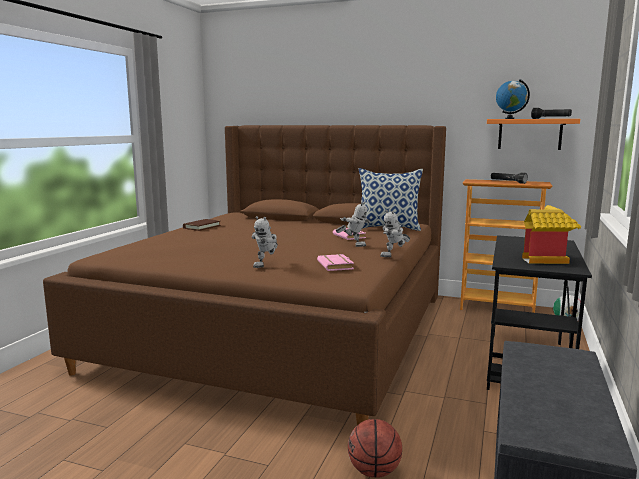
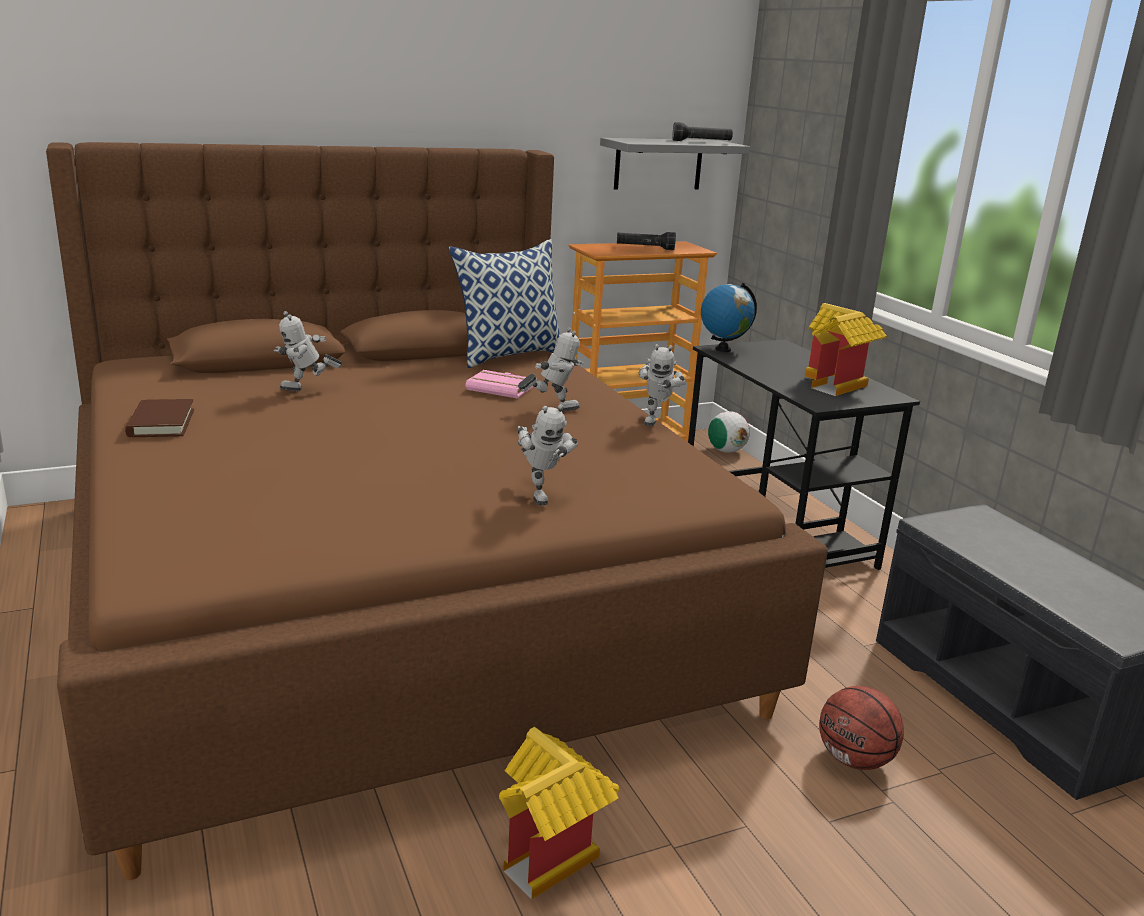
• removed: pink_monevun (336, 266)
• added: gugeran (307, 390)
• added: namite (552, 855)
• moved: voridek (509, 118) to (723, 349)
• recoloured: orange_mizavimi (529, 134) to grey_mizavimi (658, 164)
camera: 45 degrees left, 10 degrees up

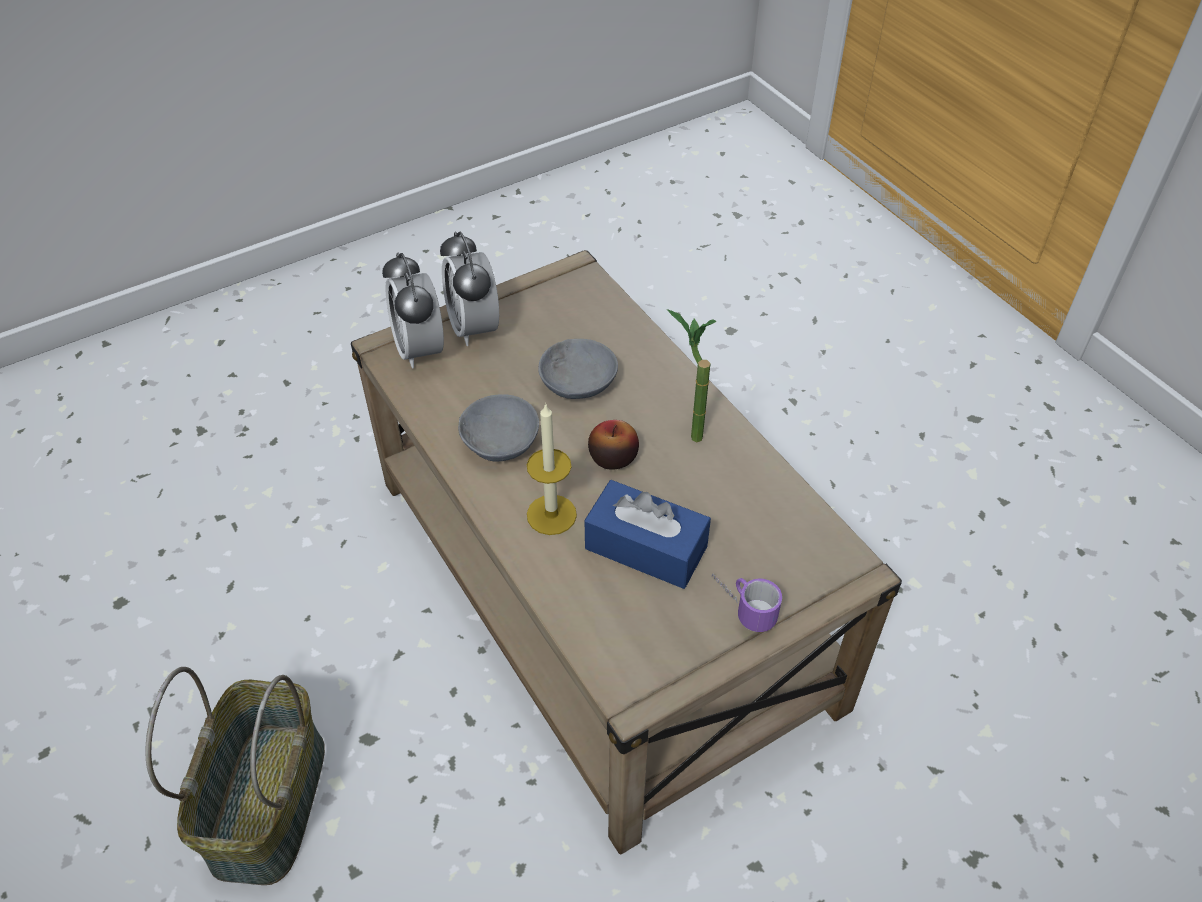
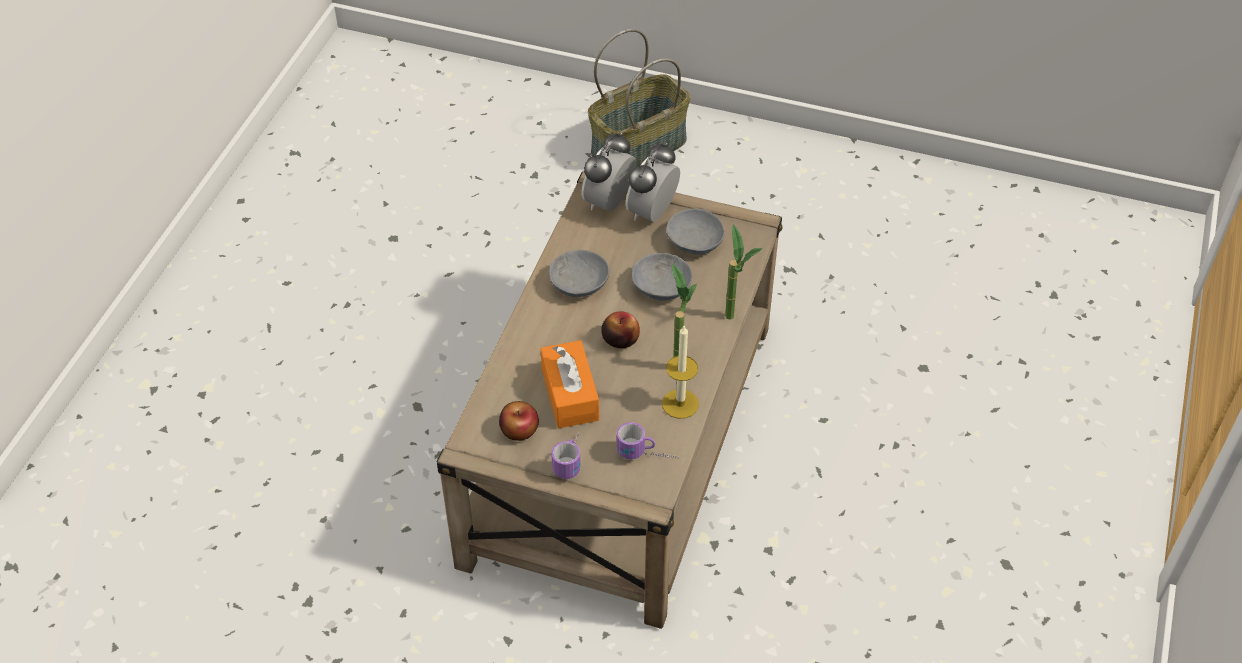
• added: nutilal (519, 430)
• added: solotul (647, 456)
• added: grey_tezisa (696, 242)
• added: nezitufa (735, 321)
• moved: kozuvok (266, 801) to (638, 145)
• moved: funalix (551, 514) to (680, 404)
• recoloured: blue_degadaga (646, 547) to orange_degadaga (570, 394)
camera: 50 degrees right, 0 degrees up

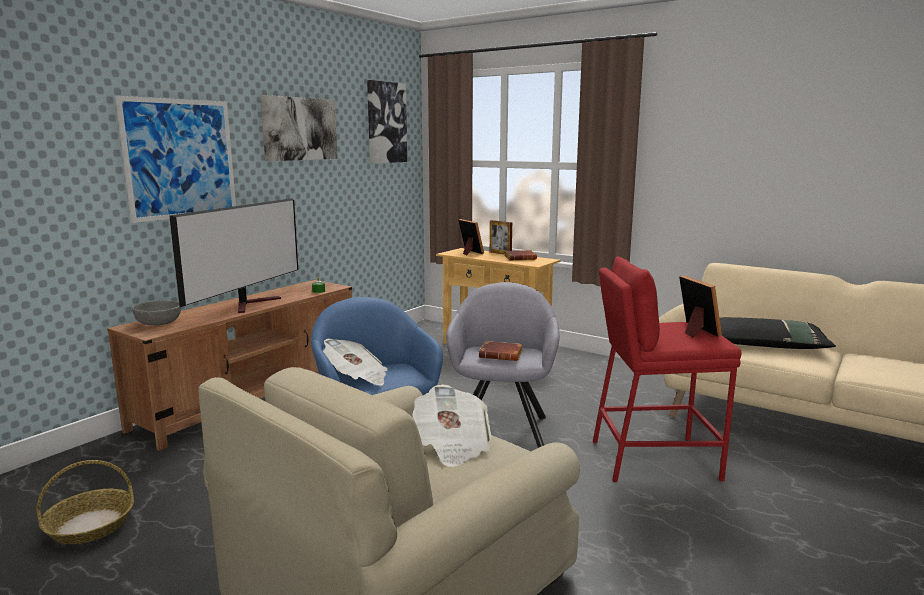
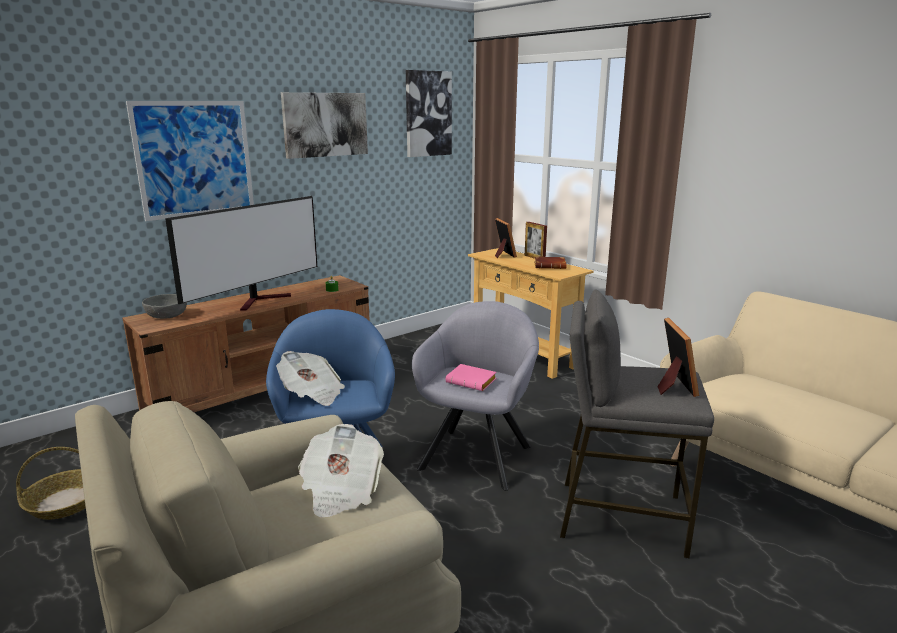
• removed: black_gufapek (763, 345)
• recoloured: brown_monevun (502, 355) to pink_monevun (472, 381)
• recoloured: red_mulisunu (653, 459) to grey_mulisunu (620, 516)
camera: 15 degrees right, 5 degrees up

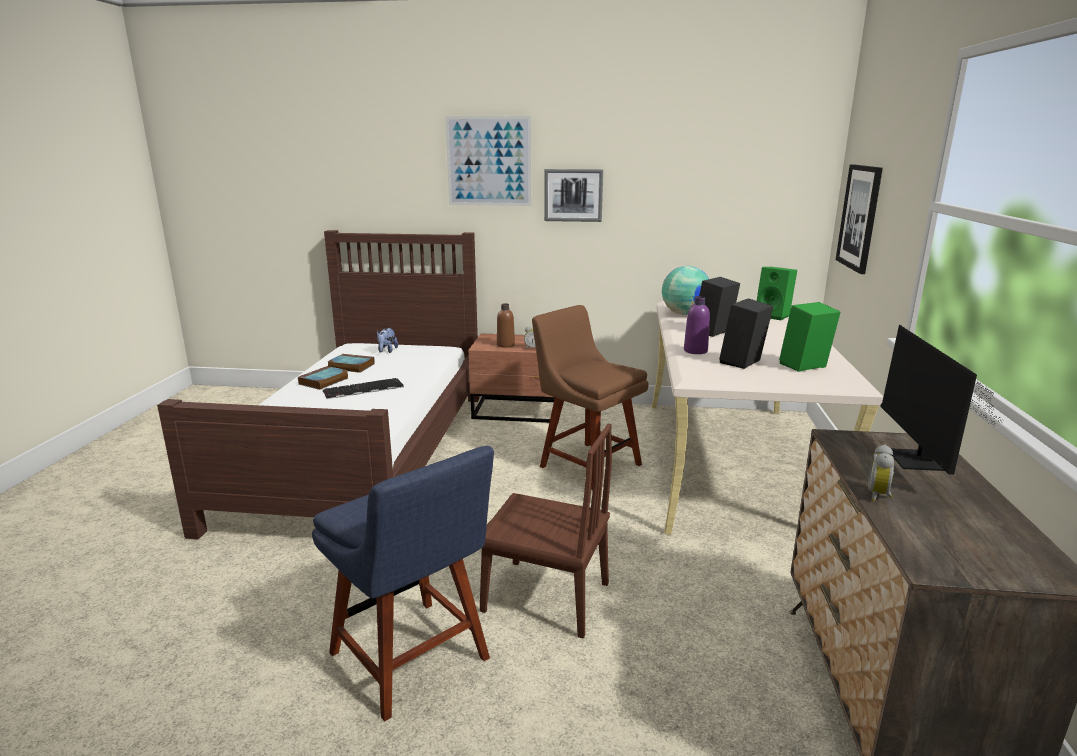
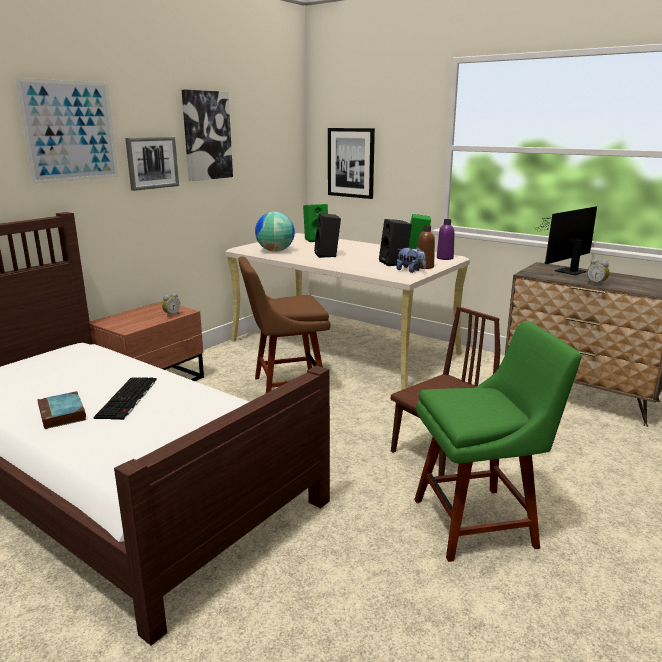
• removed: monevun (350, 366)
• added: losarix (206, 135)
• moved: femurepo (387, 351) to (410, 271)
• moved: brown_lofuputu (505, 345) to (425, 267)
• moved: purple_lofuputu (695, 351) to (445, 258)
• recoloured: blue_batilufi (413, 660) to green_batilufi (480, 521)
• turned: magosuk (918, 463) = (567, 272) 105 degrees clockwise
camera: 60 degrees left, 0 degrees up

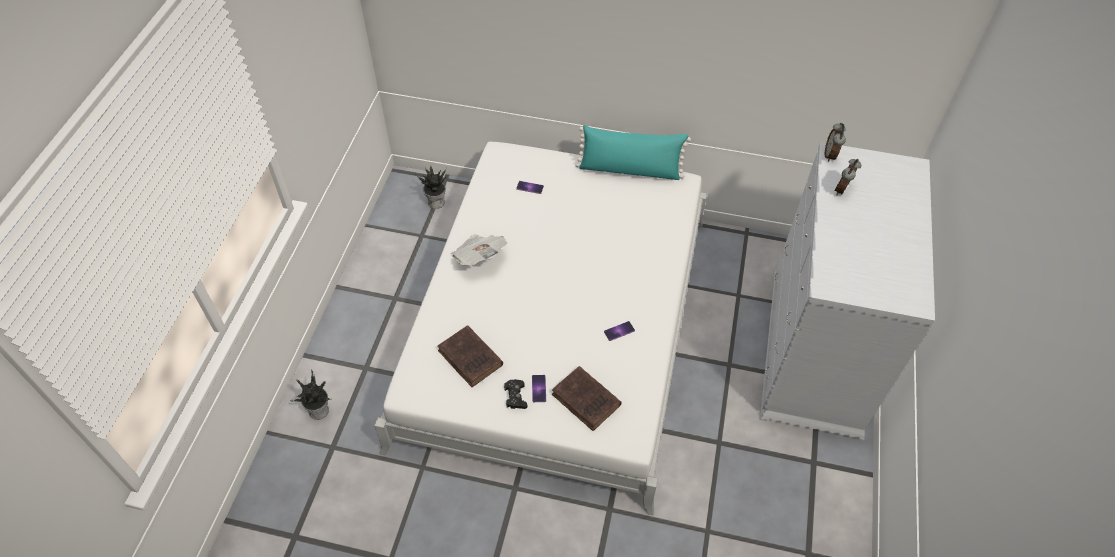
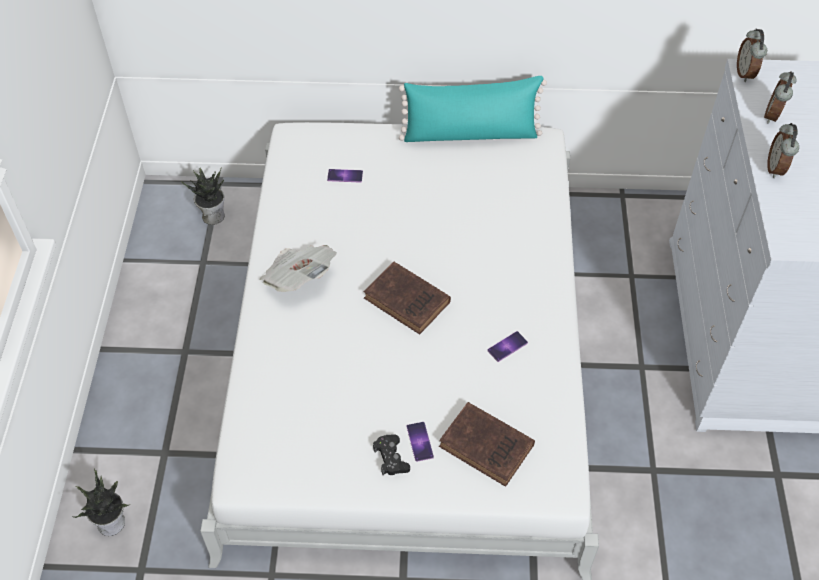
• added: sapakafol (776, 168)
• moved: brown_monevun (471, 359) to (408, 301)
camera: 10 degrees left, 0 degrees up

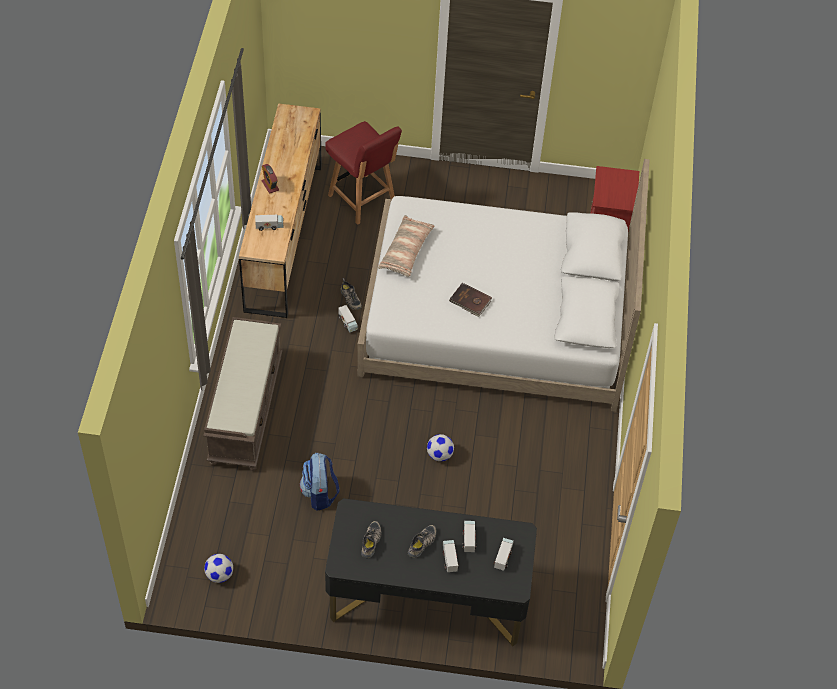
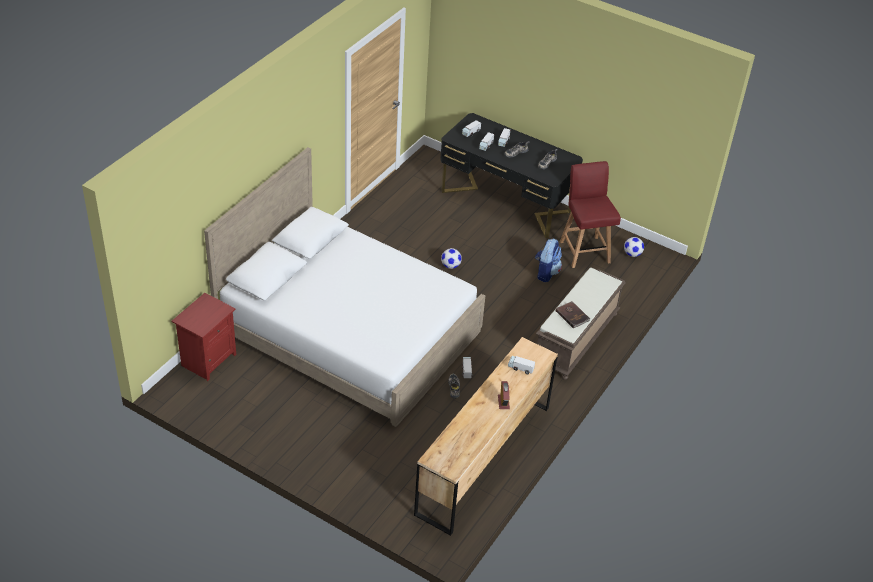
• removed: gufapek (406, 251)
• moved: red_batilufi (362, 200) to (584, 251)
• moved: brown_monevun (470, 301) to (572, 315)
camera: 155 degrees left, 10 degrees down

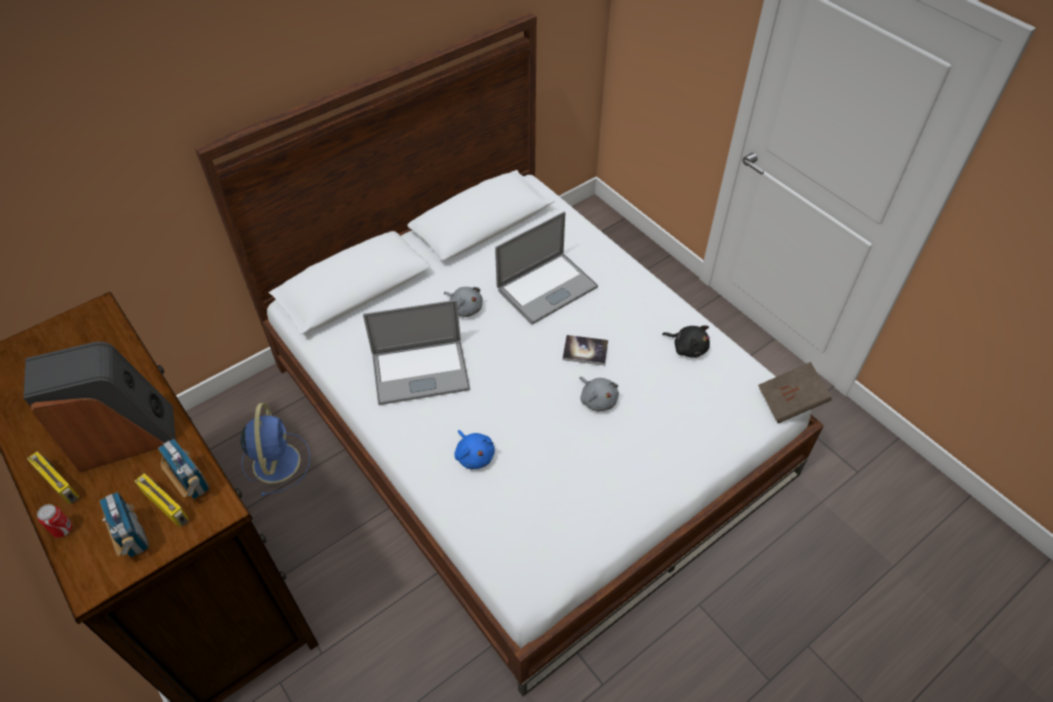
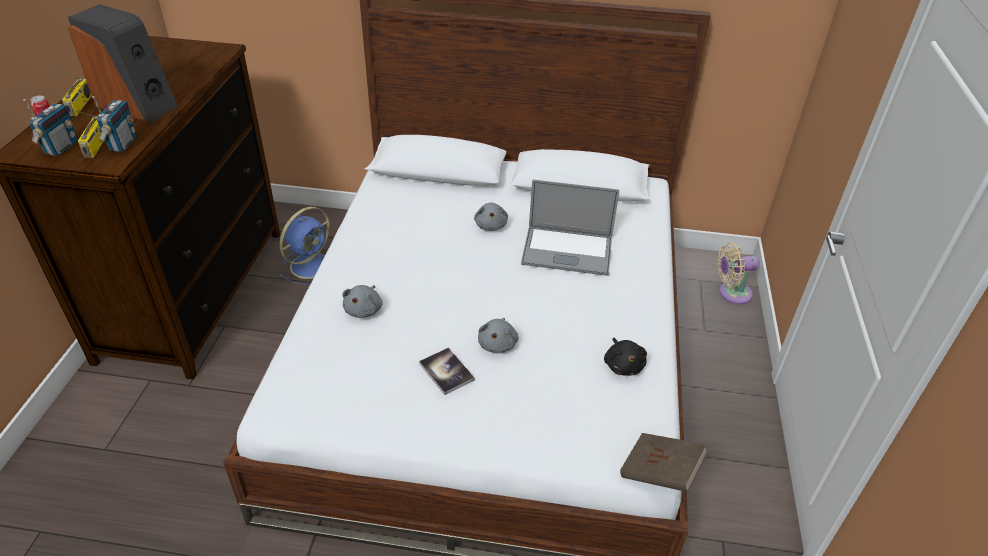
• removed: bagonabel (420, 372)
• added: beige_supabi (731, 293)
• moved: monevun (585, 351) to (446, 372)
• recoloured: blue_femurepo (474, 455) to grey_femurepo (364, 309)
camera: 45 degrees right, 10 degrees down

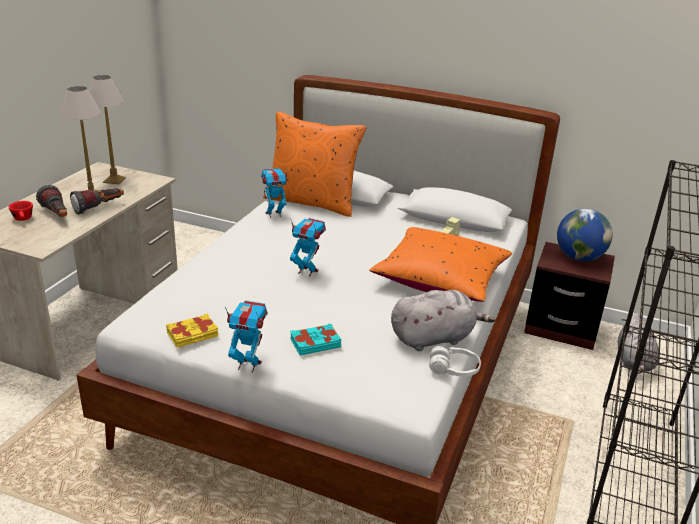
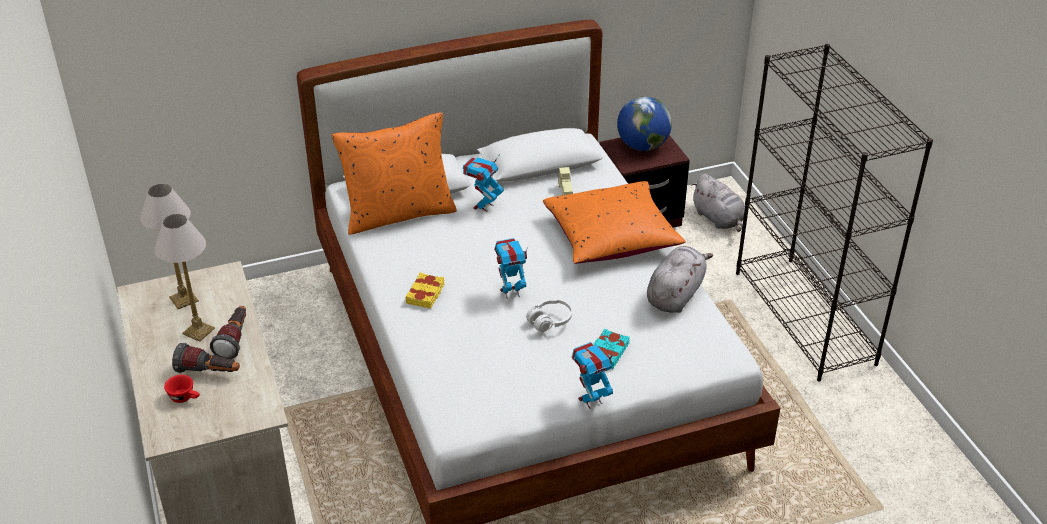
• moved: yellow_monevun (193, 335) to (426, 294)
• moved: gugeran (274, 214) to (483, 206)
• moved: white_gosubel (453, 369) to (550, 321)
camera: 40 degrees left, 10 degrees up

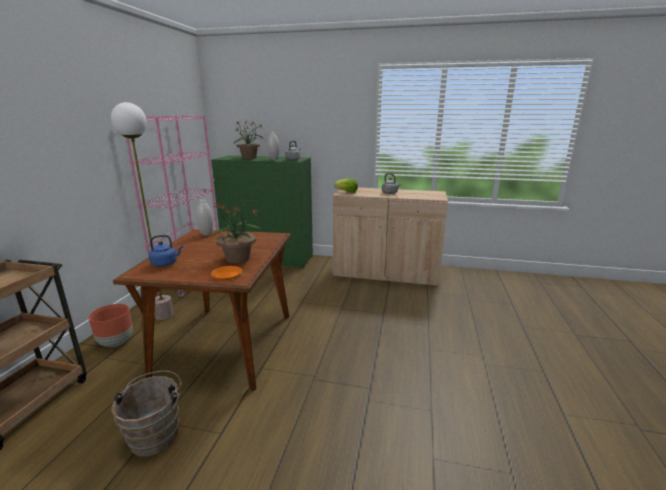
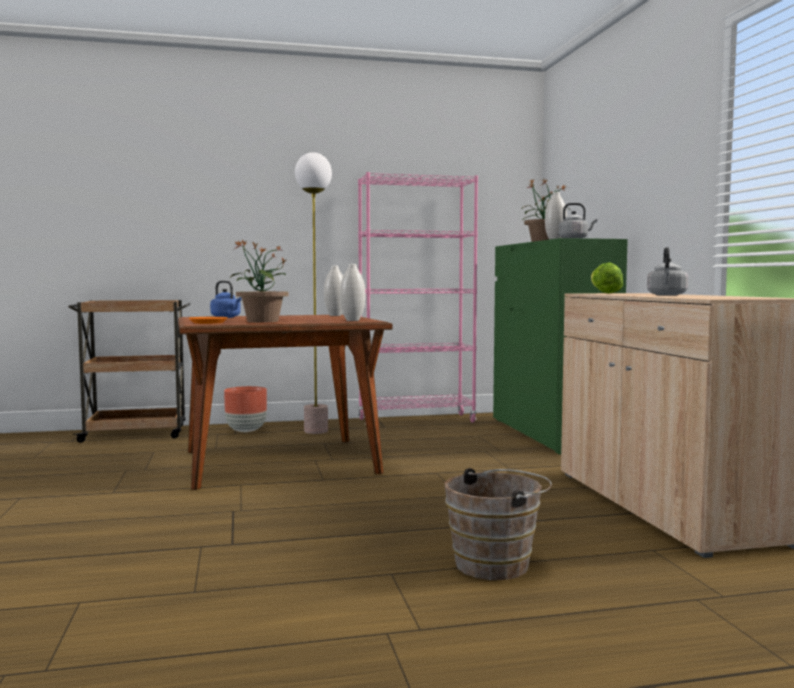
• added: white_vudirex (352, 320)
• moved: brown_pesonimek (156, 433) to (497, 564)
camera: 65 degrees right, 15 degrees down

